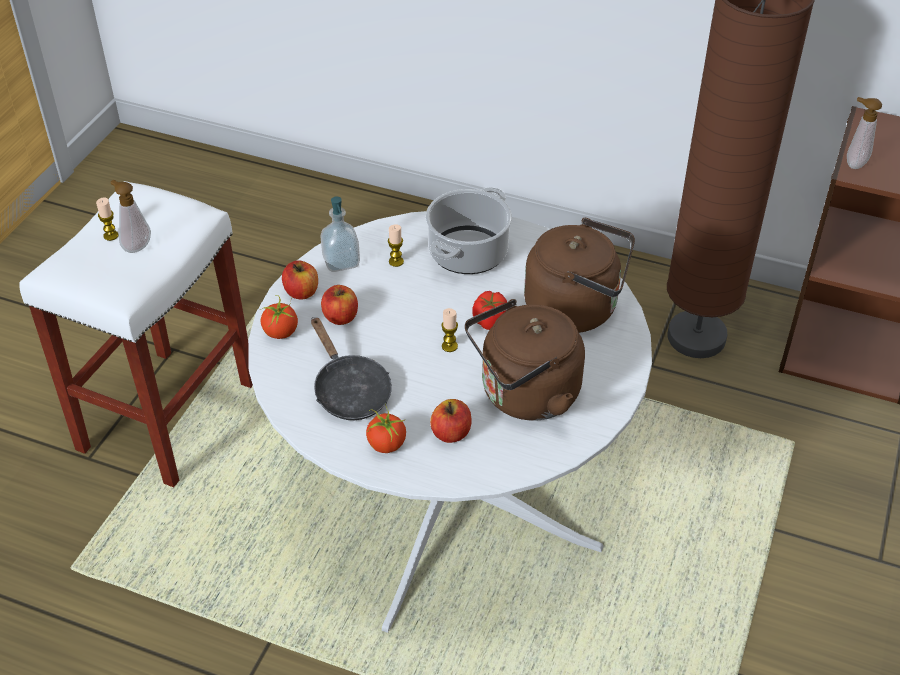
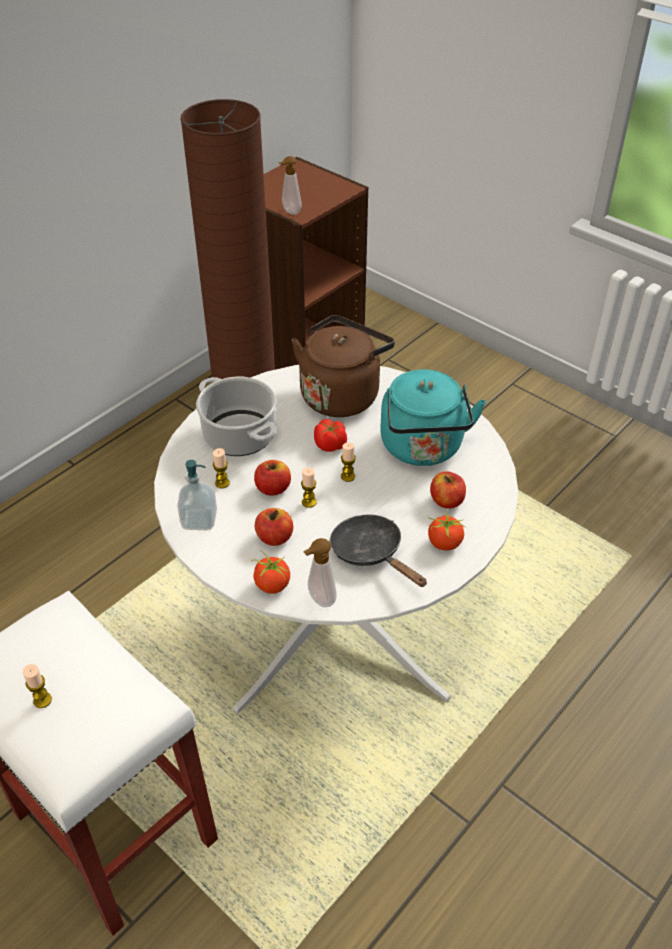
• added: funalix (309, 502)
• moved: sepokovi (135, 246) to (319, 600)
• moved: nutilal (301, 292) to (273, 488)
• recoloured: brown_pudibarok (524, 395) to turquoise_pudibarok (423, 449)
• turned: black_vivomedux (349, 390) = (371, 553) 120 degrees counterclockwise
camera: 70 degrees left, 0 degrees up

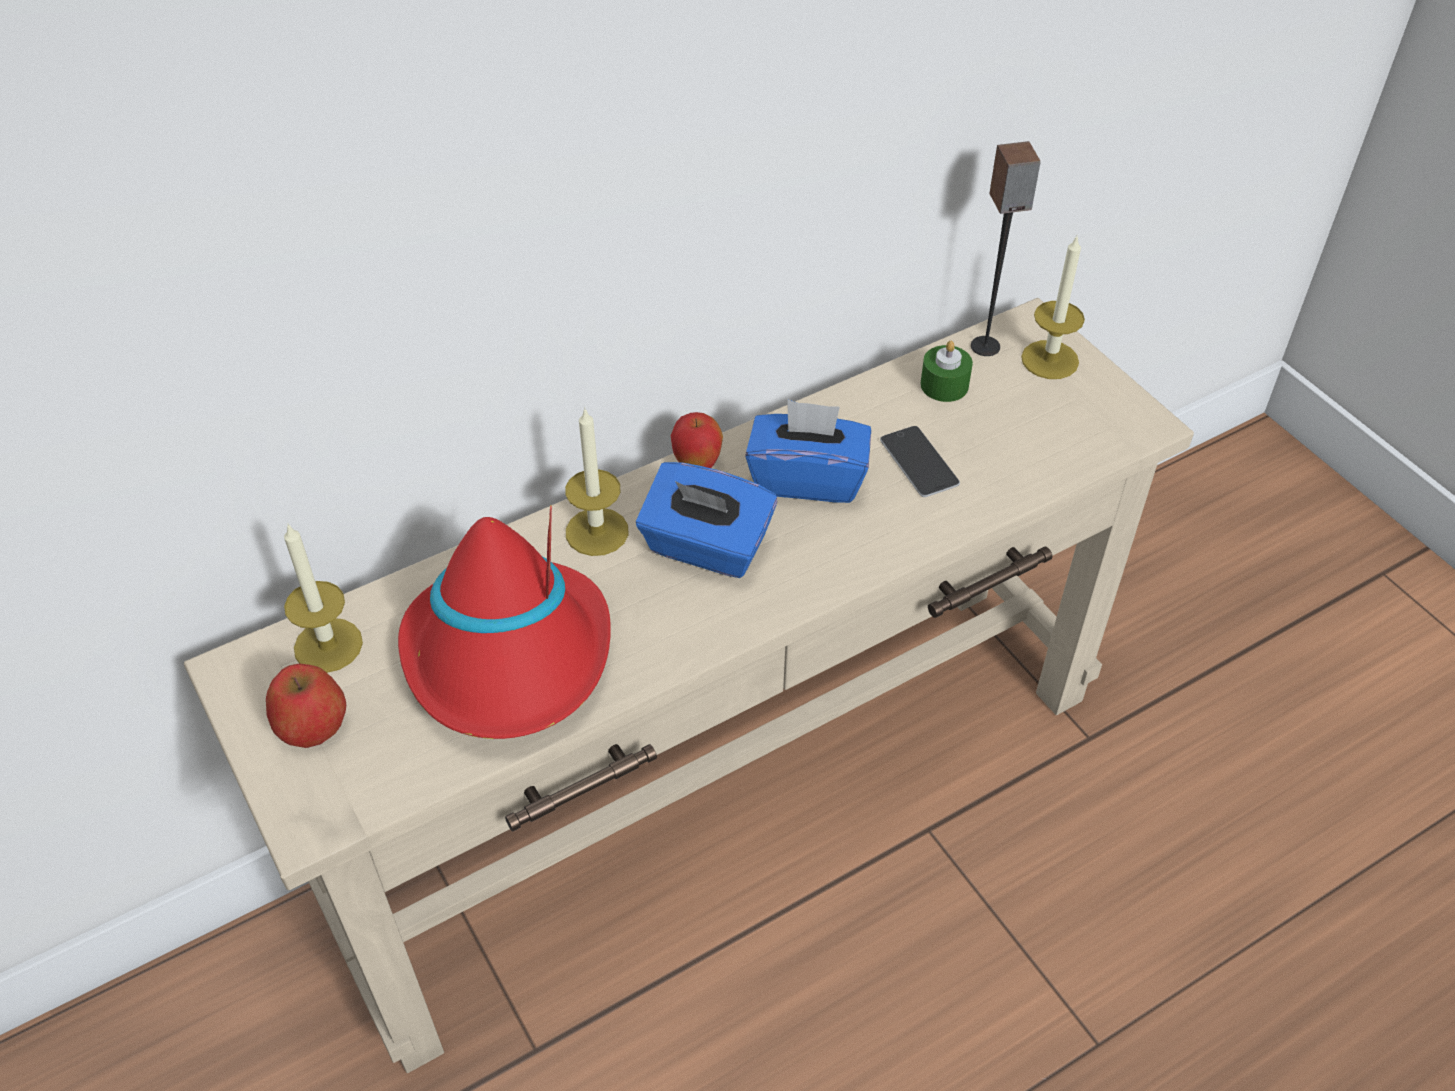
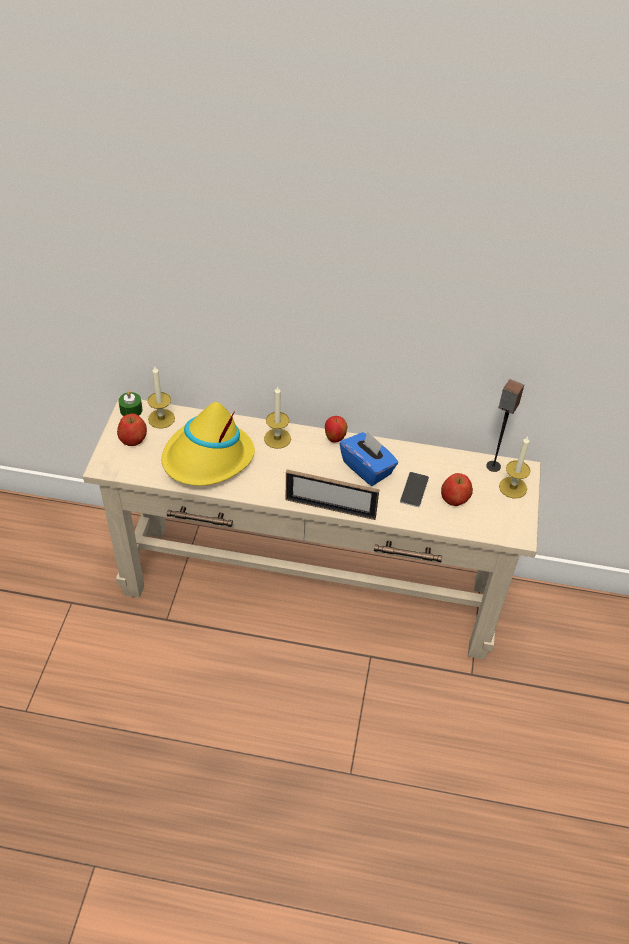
• removed: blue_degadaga (706, 547)
• added: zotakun (330, 508)
• added: nutilal (455, 498)
• moved: green_funalix (944, 385) to (131, 410)
• recoloured: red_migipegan (509, 656) to yellow_migipegan (207, 458)
camera: 40 degrees right, 0 degrees up

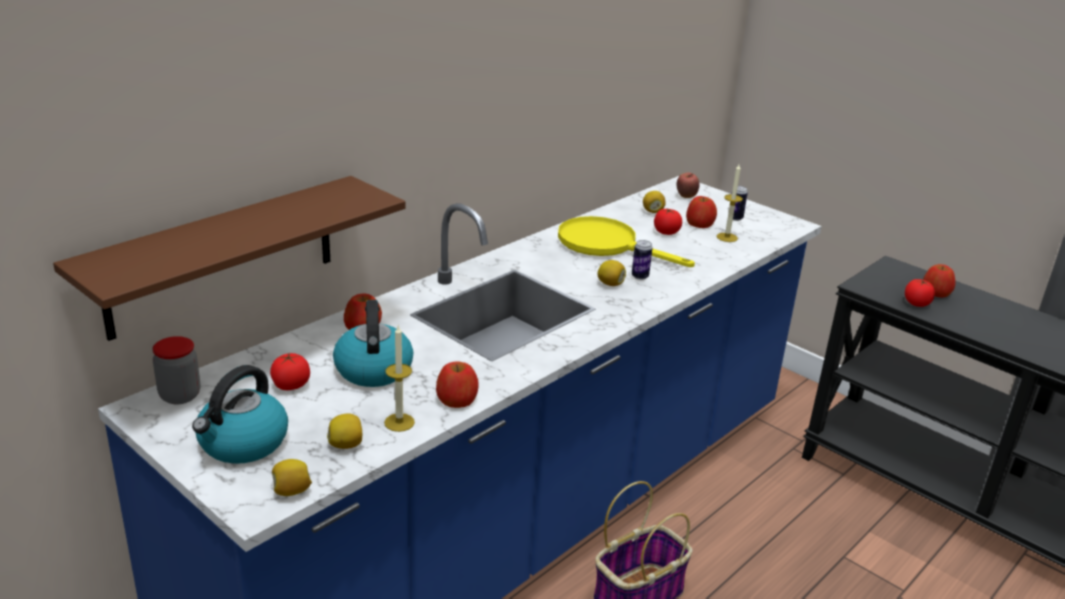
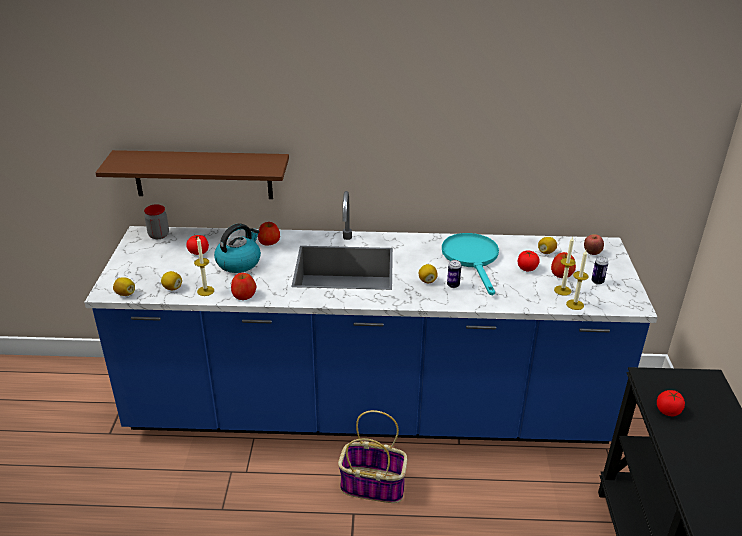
• removed: pudibarok (242, 443)
• removed: nutilal (936, 292)
• added: funalix (575, 304)
• recoloured: yellow_vivomedux (607, 245) to turquoise_vivomedux (472, 259)
camera: 50 degrees right, 5 degrees up

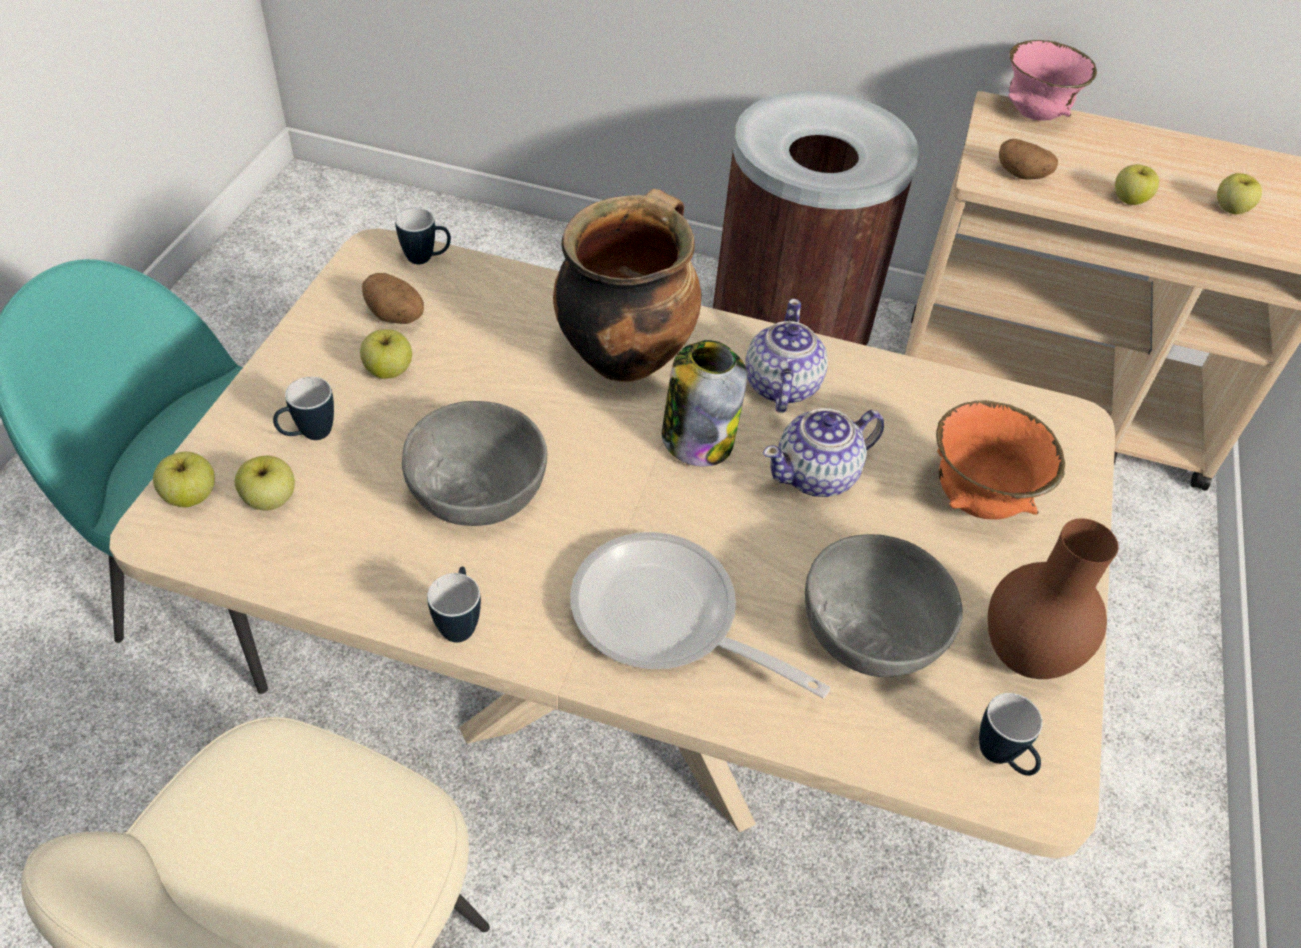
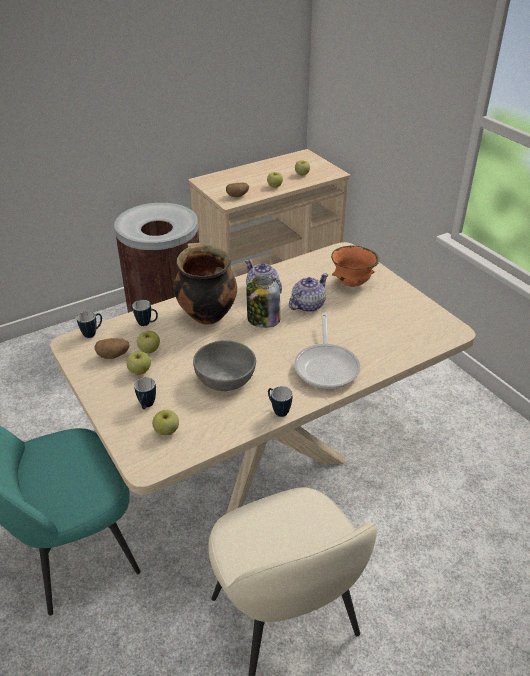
• removed: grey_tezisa (872, 631)
• removed: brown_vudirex (1022, 655)
• removed: pink_tezisa (1034, 116)
• moved: nutilal (190, 496) to (149, 350)
• moved: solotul (1001, 759) to (147, 324)
• turned: vivomedux (666, 620) = (327, 366) 75 degrees counterclockwise
• turned: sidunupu (817, 475) = (307, 305) 150 degrees counterclockwise
camera: 45 degrees left, 10 degrees down

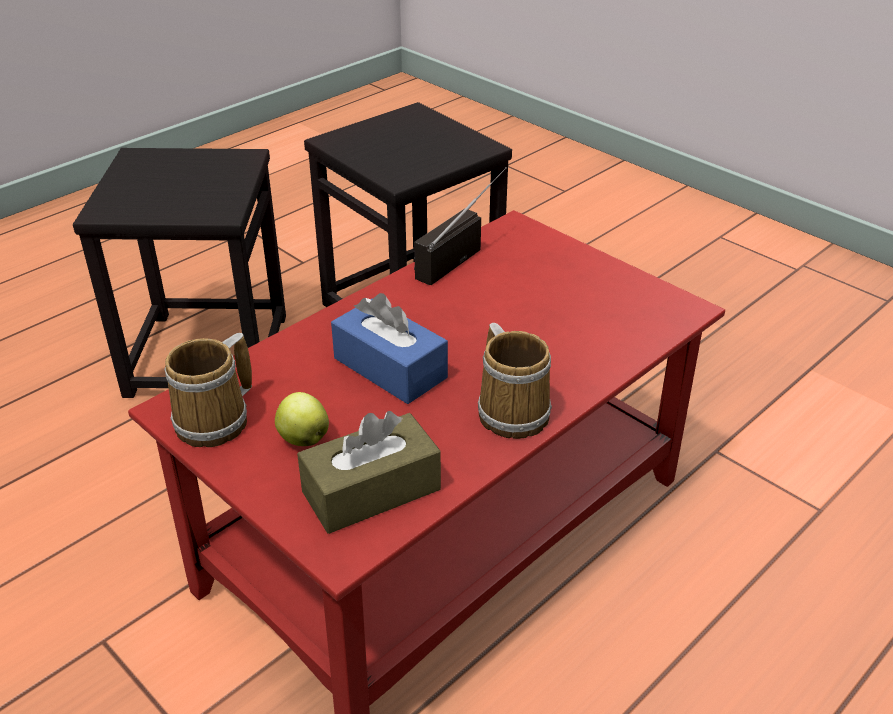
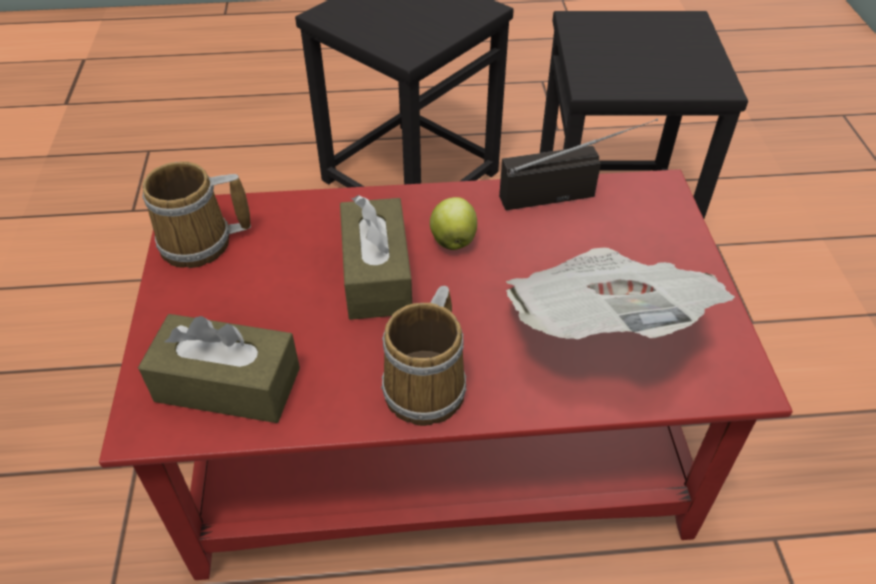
• added: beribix (601, 326)
• moved: nutilal (303, 438) to (453, 240)
• recoloured: blue_degadaga (390, 368) to brown_degadaga (376, 274)
camera: 40 degrees right, 10 degrees up

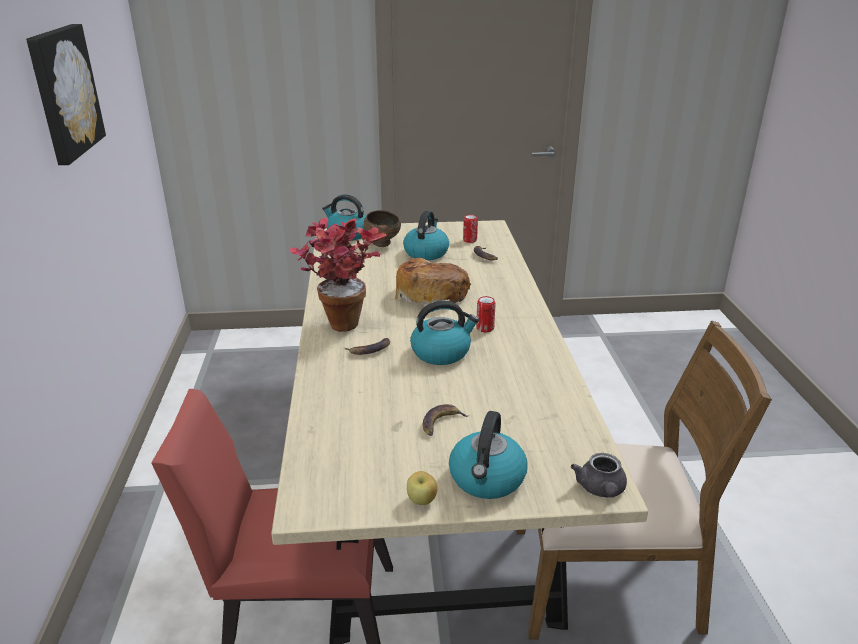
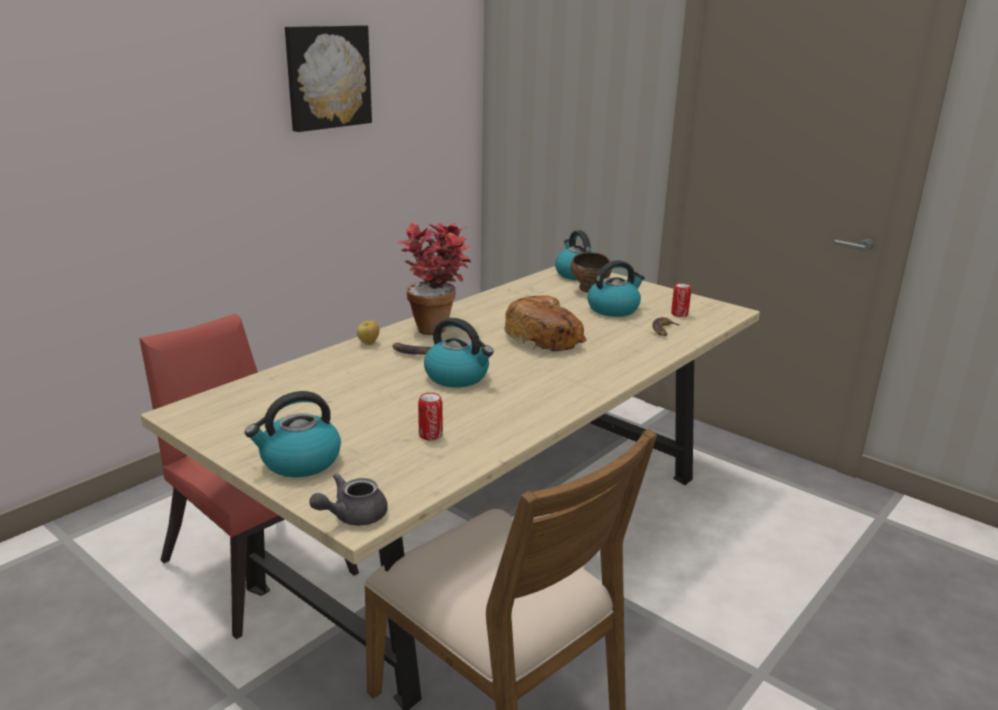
• removed: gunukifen (441, 423)
• moved: nutilal (422, 501) to (369, 343)
• moved: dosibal (485, 328) to (430, 435)
camera: 45 degrees right, 5 degrees down

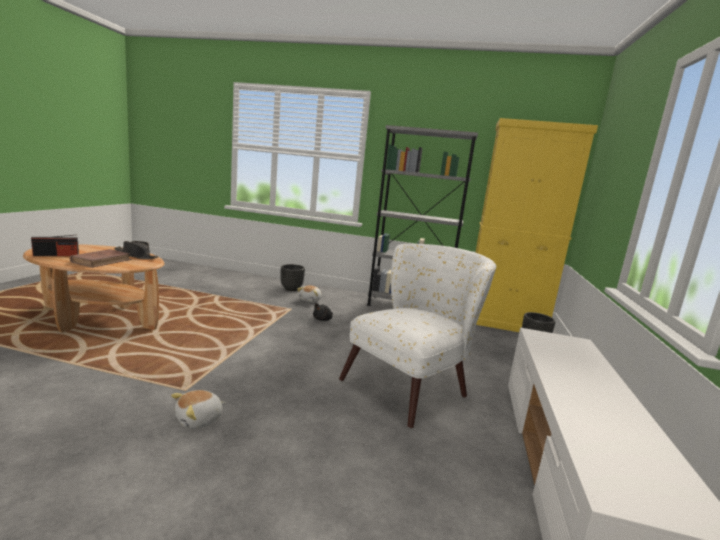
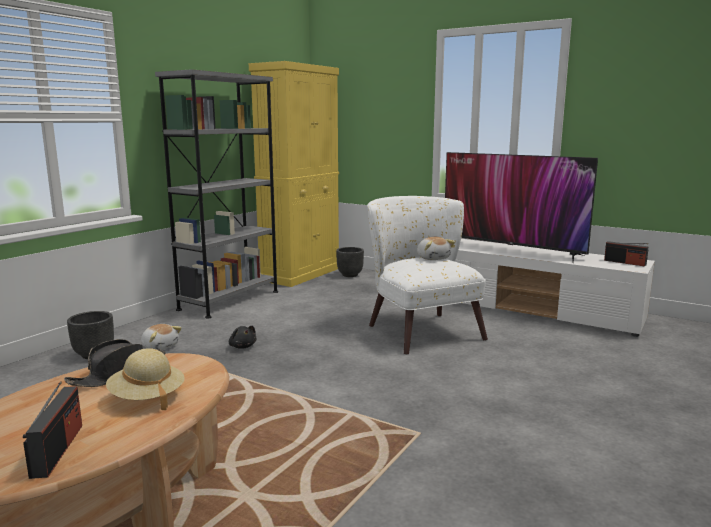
• added: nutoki (511, 249)
• added: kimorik (625, 262)
• moved: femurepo (199, 420) to (433, 258)
• replaced: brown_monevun (101, 261) to beige_migipegan (147, 397)
camera: 70 degrees left, 0 degrees up

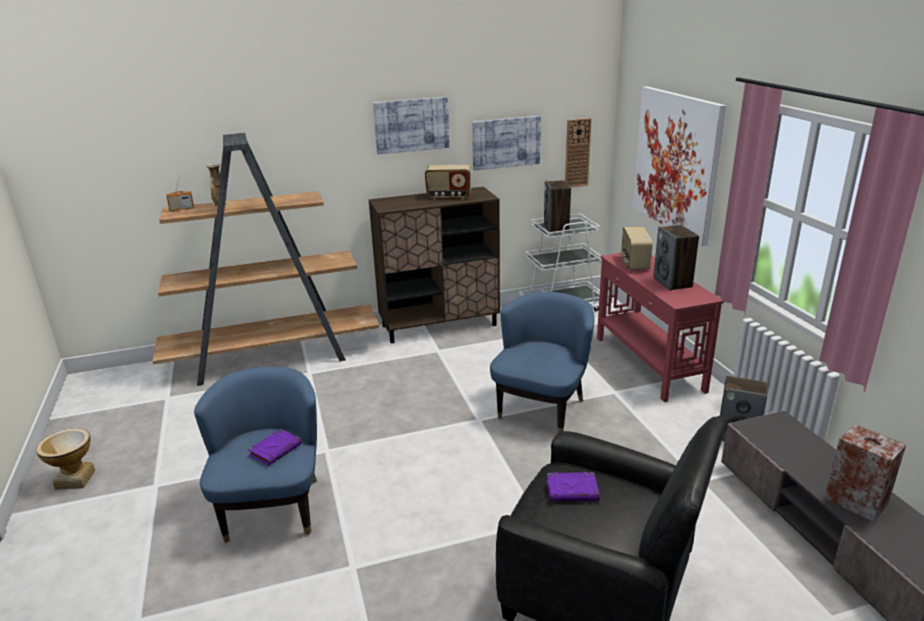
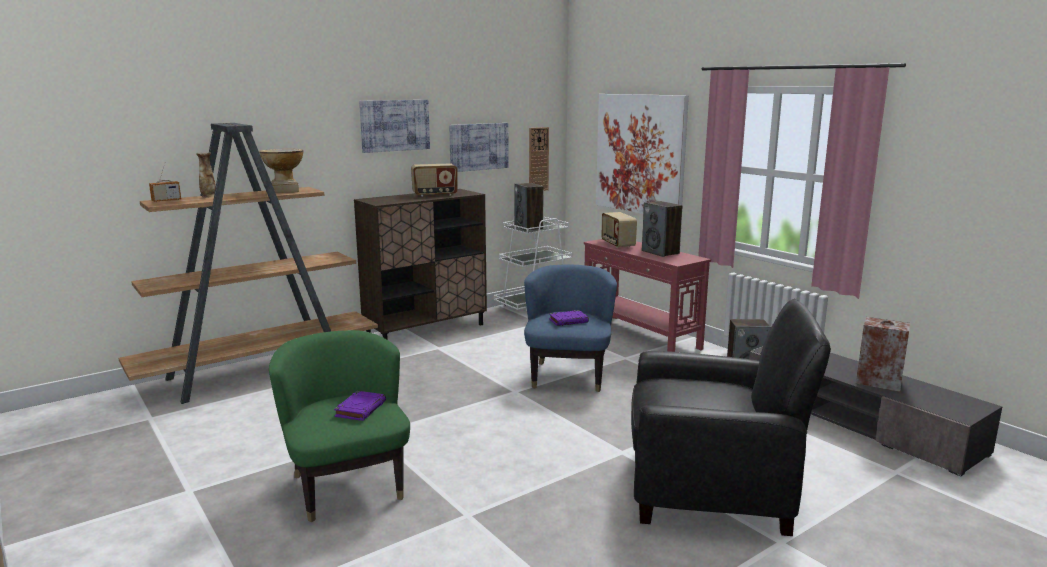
• moved: vudirex (75, 479) to (285, 191)
• moved: purple_monevun (572, 490) to (568, 321)
• recoloured: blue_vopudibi (273, 507) to green_vopudibi (346, 485)
camera: 20 degrees left, 10 degrees down

